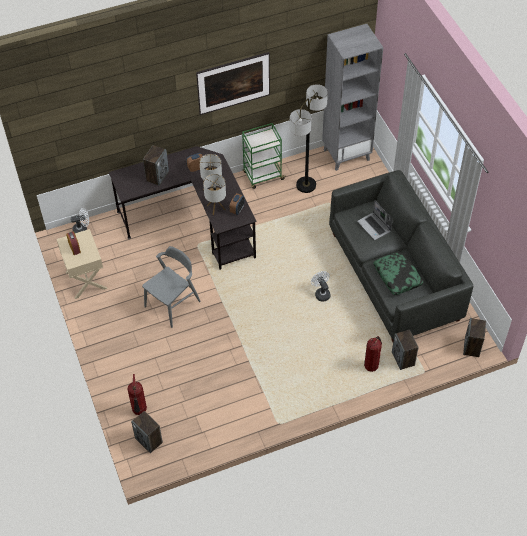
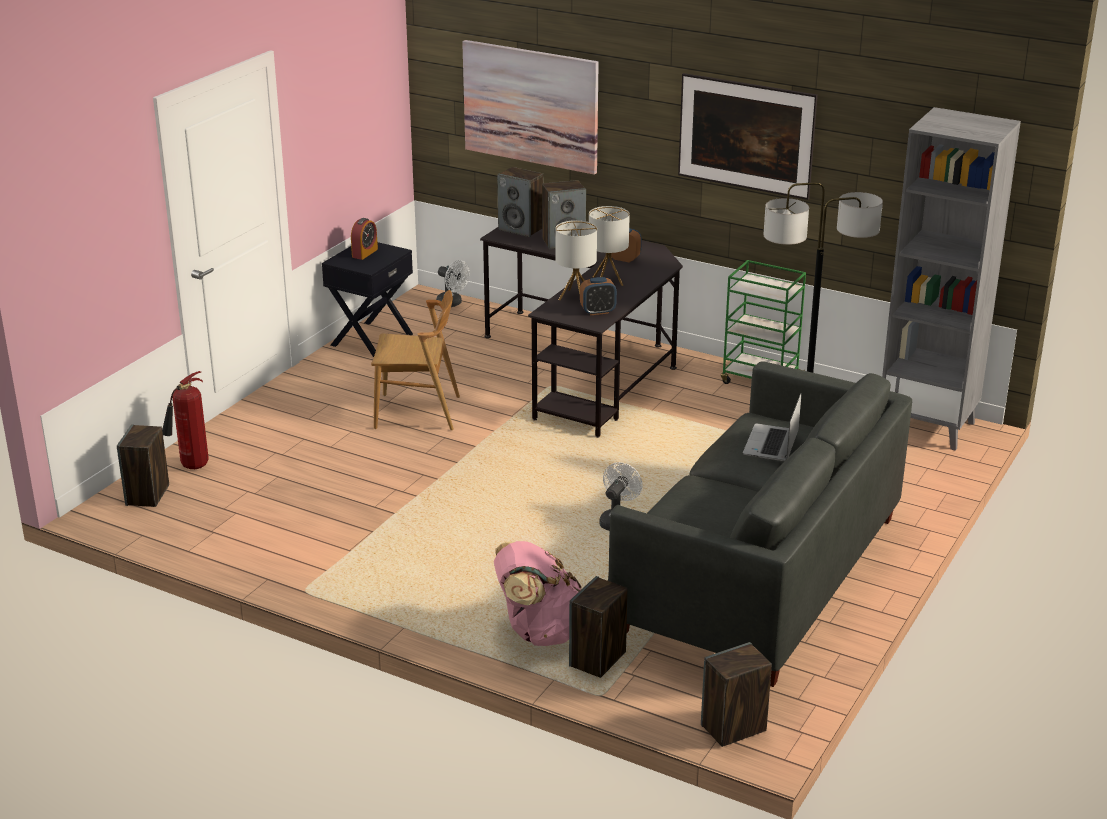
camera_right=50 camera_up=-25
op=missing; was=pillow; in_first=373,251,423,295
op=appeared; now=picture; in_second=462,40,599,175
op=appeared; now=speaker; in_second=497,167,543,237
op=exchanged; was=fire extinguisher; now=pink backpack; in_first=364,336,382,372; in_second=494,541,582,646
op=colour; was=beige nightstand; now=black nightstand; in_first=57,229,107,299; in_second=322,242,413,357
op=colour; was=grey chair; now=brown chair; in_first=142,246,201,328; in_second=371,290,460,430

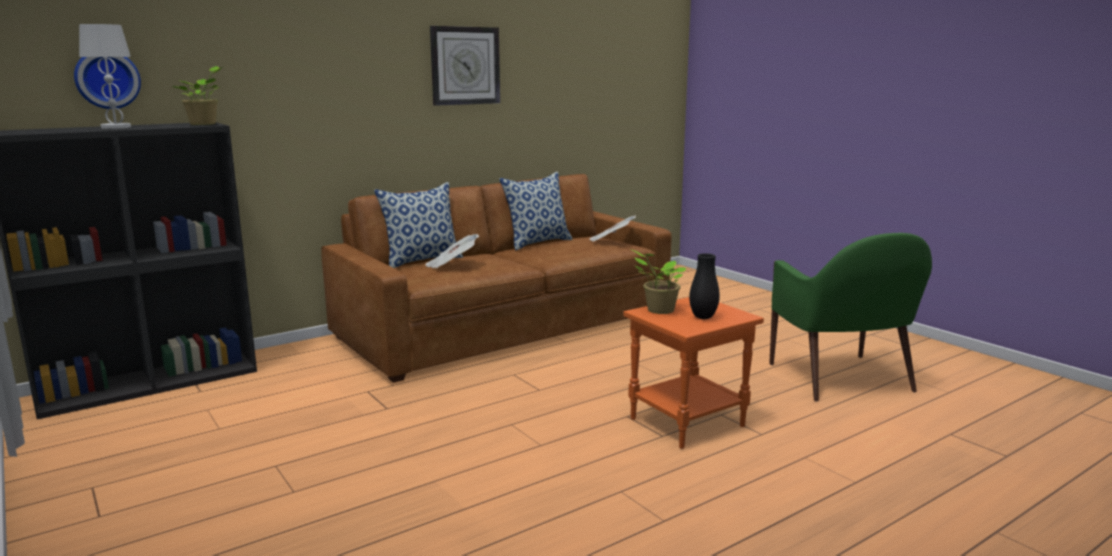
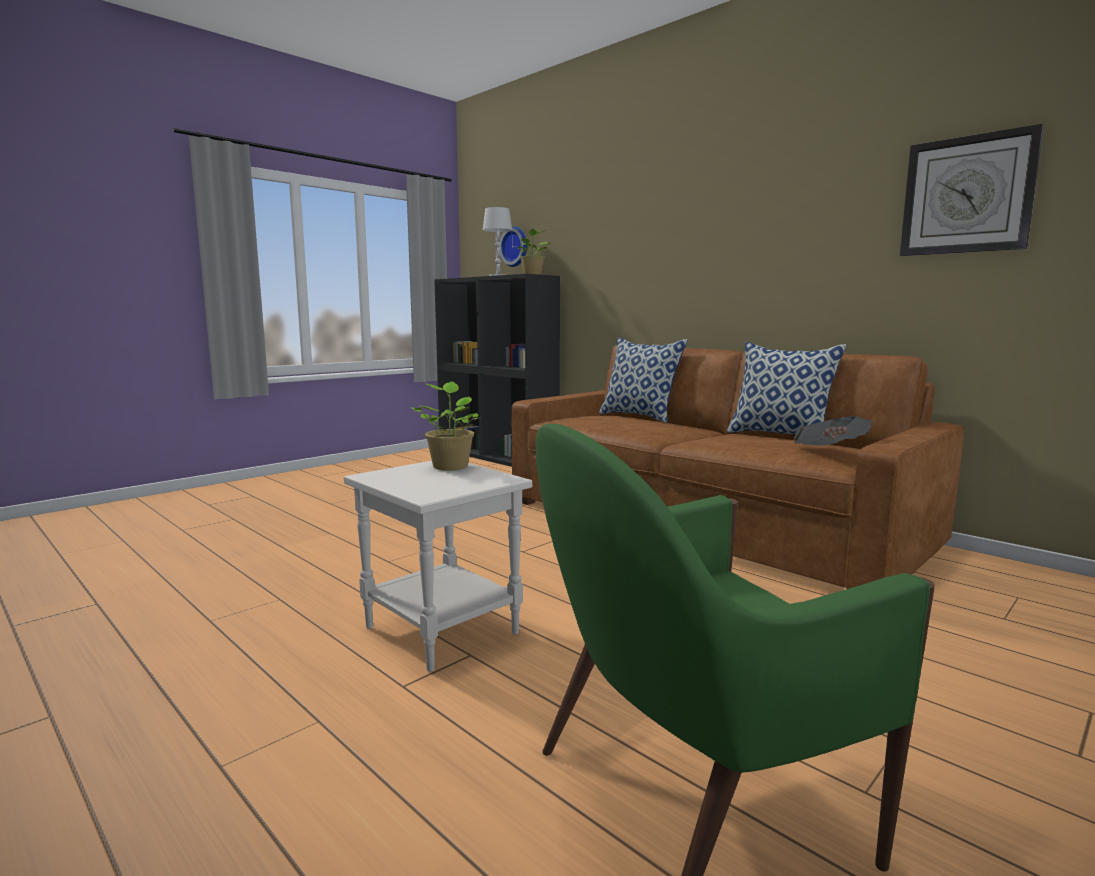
camera_right=80 camera_up=-5
op=missing; was=newspaper; in_first=425,234,479,269
op=missing; was=black vase; in_first=689,253,720,319
op=relocated; was=wall clock; in_first=430,26,500,106; in_second=900,124,1044,256
op=colour; was=orange side table; now=white side table; in_first=623,297,764,449; in_second=344,461,532,672

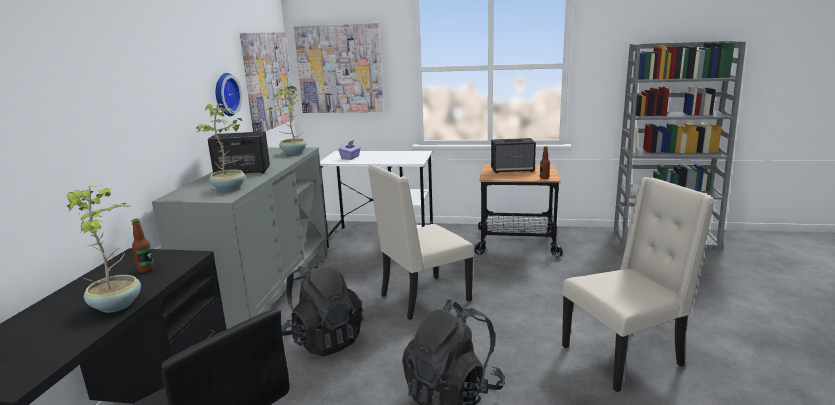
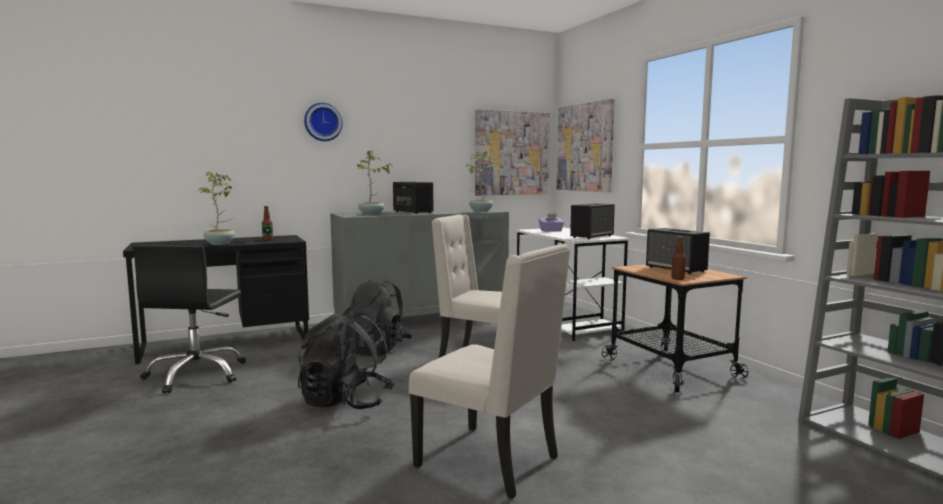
camera_right=55 camera_up=-10
op=appeared; now=speaker; in_second=570,203,615,239
op=relocated; was=wall clock; in_first=216,73,242,116; in_second=304,103,343,141

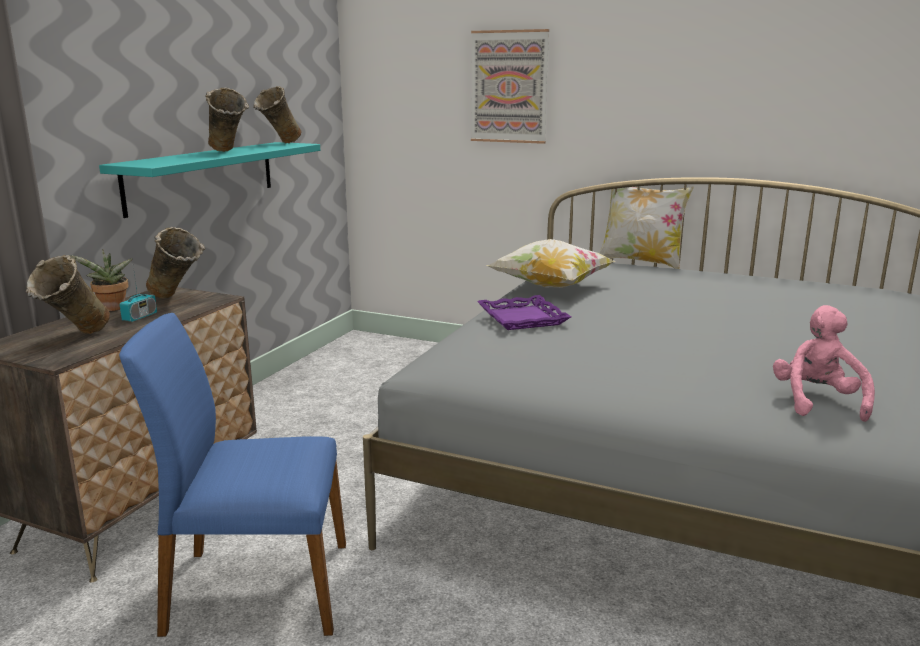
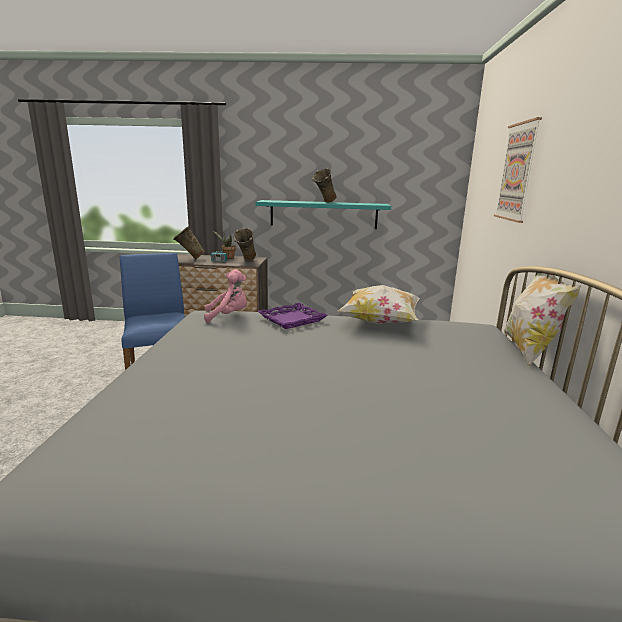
camera_right=70 camera_up=0
op=missing; was=beige vase; in_first=253,86,301,143
op=relocated; was=pink plush toy; in_first=773,305,875,422; in_second=204,269,247,322

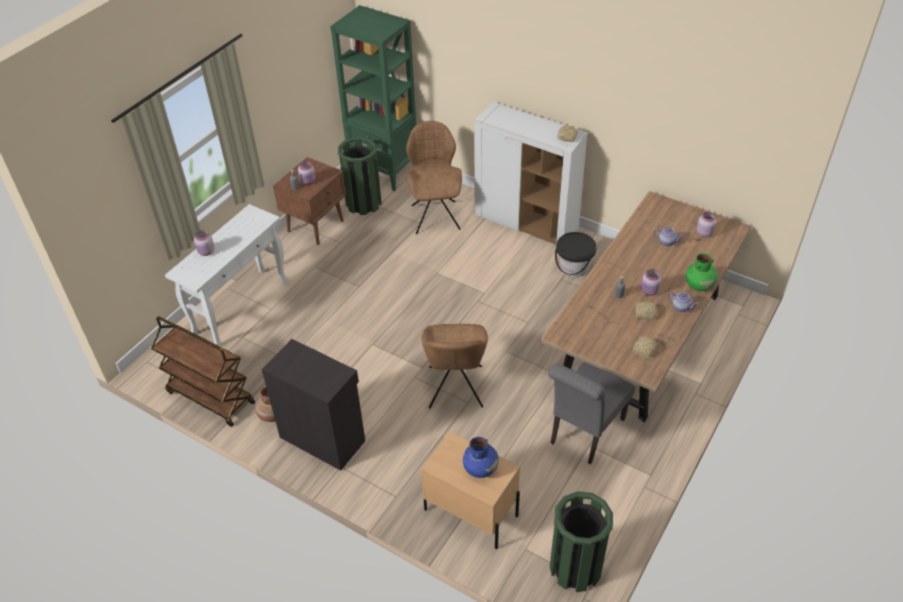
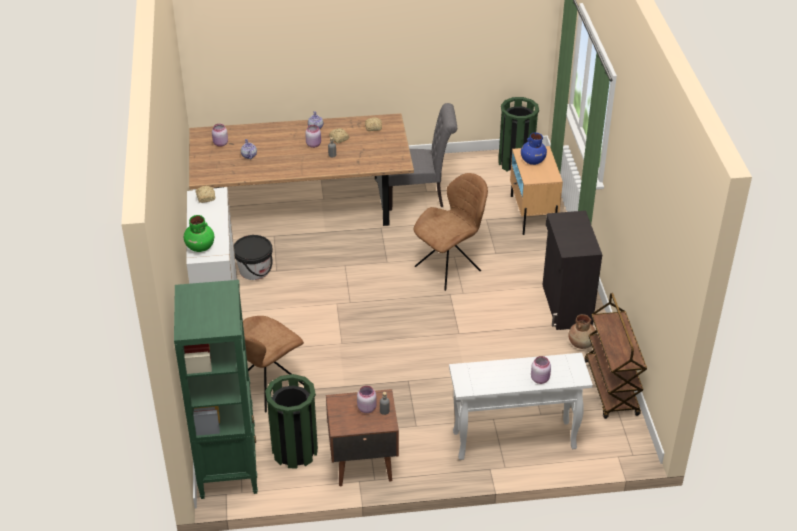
camera_right=-130 camera_up=-5
op=relocated; was=green vase; in_first=686,253,718,291; in_second=184,215,214,252

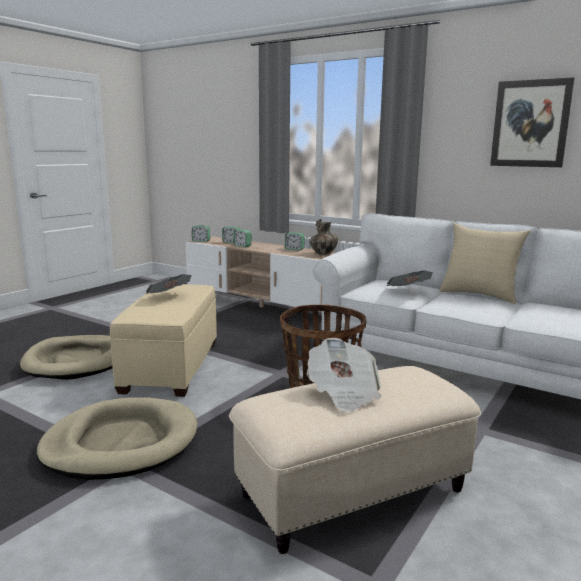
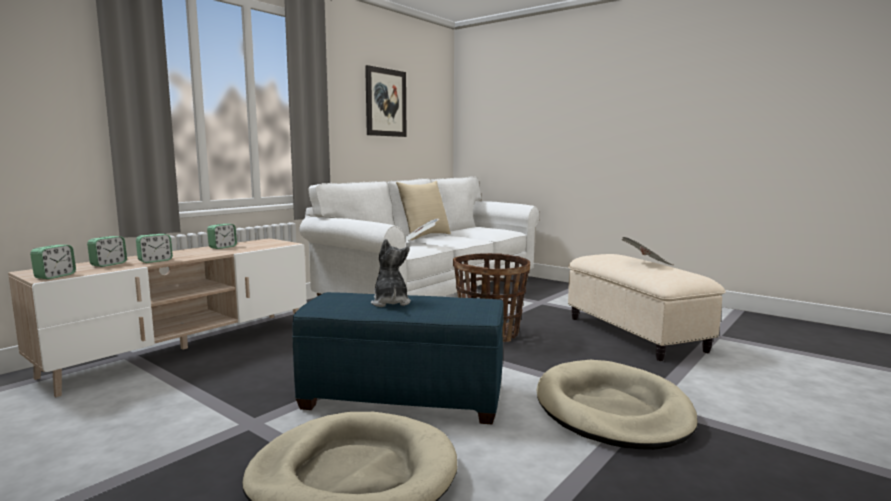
camera_right=-85 camera_up=-5
op=missing; was=vase; in_first=309,219,338,255
op=exchanged; was=newspaper; now=plush toy; in_first=145,274,192,294; in_second=371,239,411,307
op=colour; was=beige ottoman; now=blue ottoman; in_first=110,284,217,397; in_second=292,292,504,424

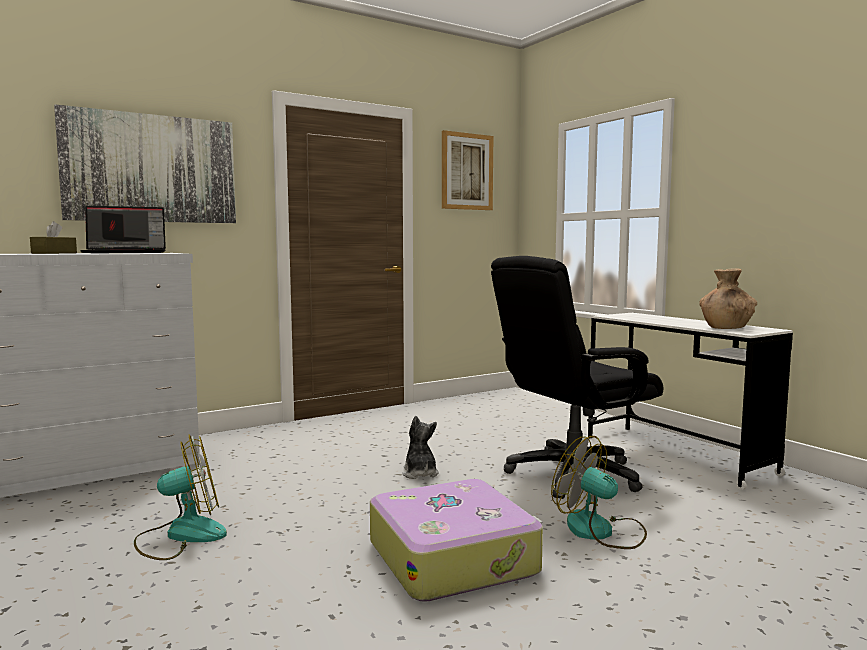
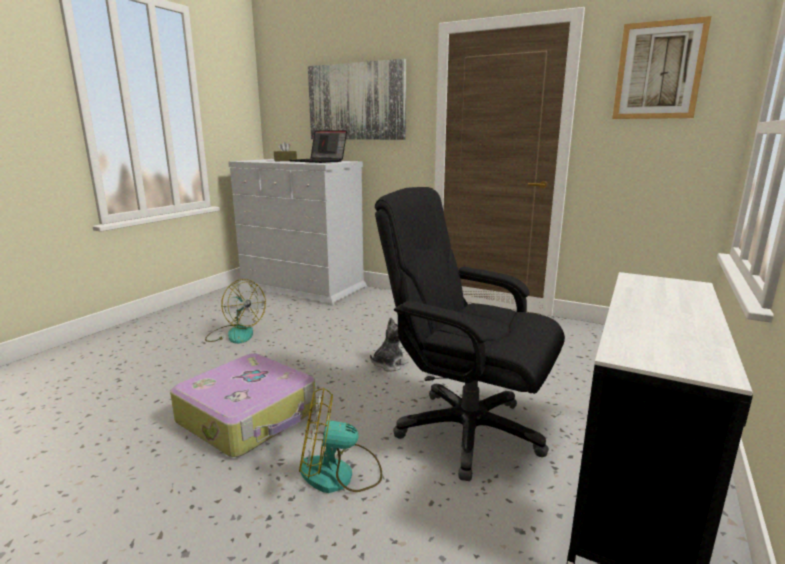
camera_right=60 camera_up=10
op=missing; was=brown vase; in_first=699,268,757,329
op=spun; was=fan; in_first=551,436,647,549; in_second=299,388,382,493; clockwise=-105

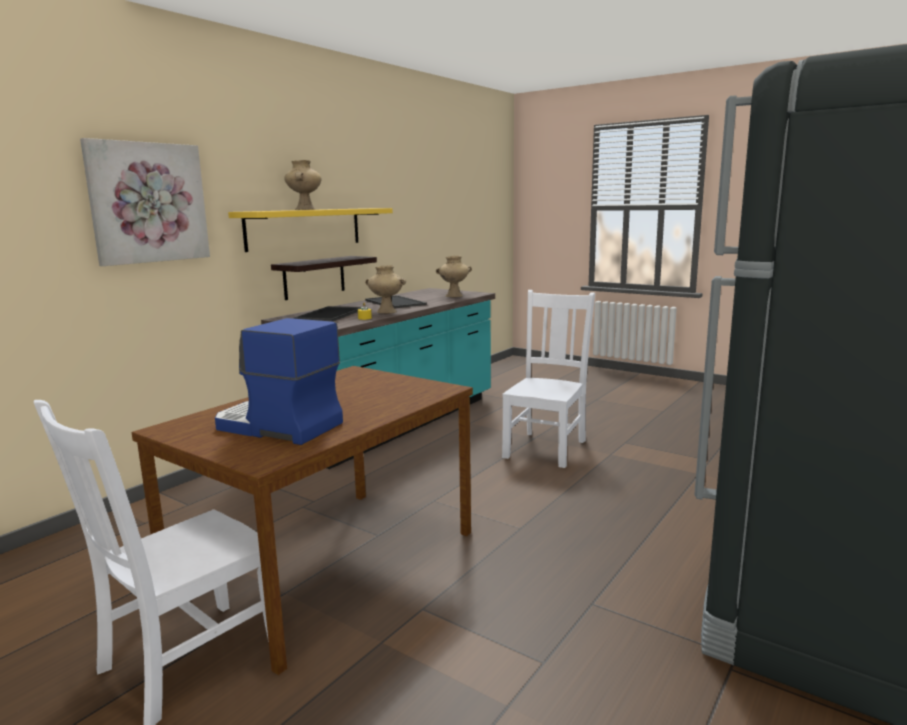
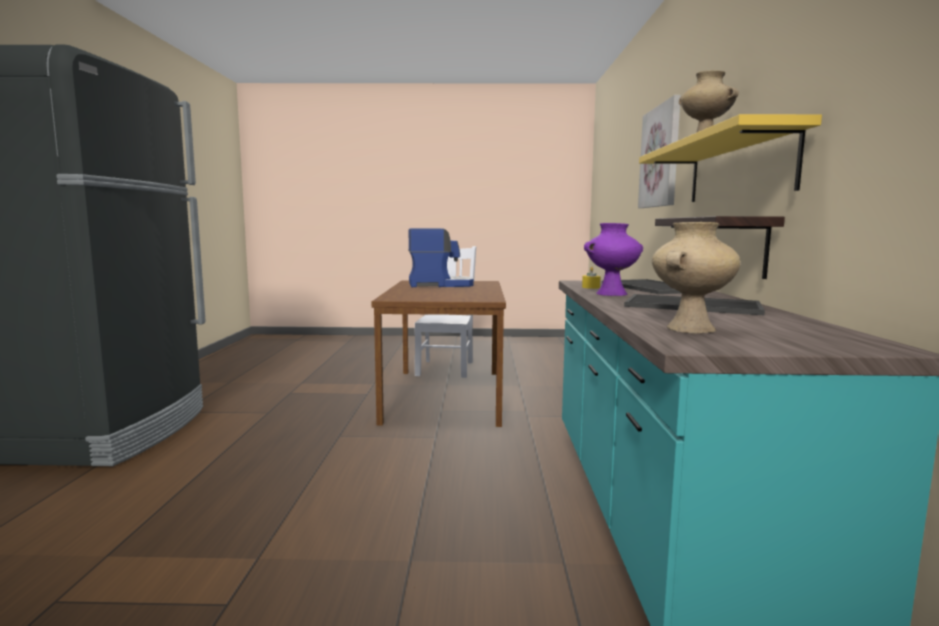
camera_right=145 camera_up=-5
op=missing; was=white chair; in_first=502,290,595,468
op=colour; was=beige vase; now=purple vase; in_first=365,265,406,313; in_second=584,223,643,296

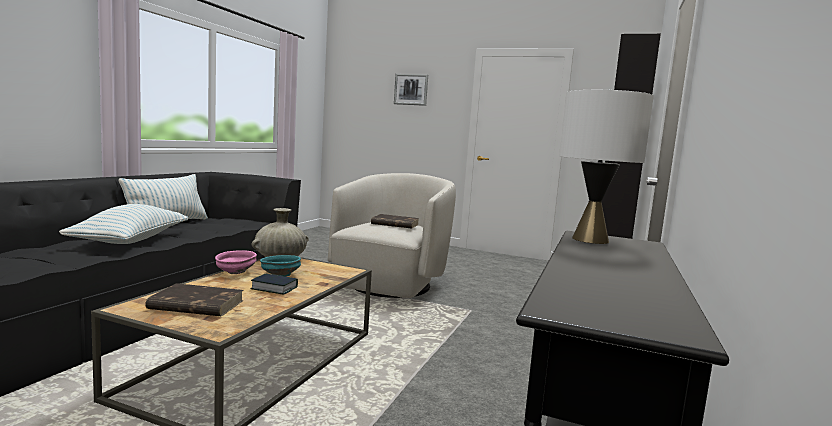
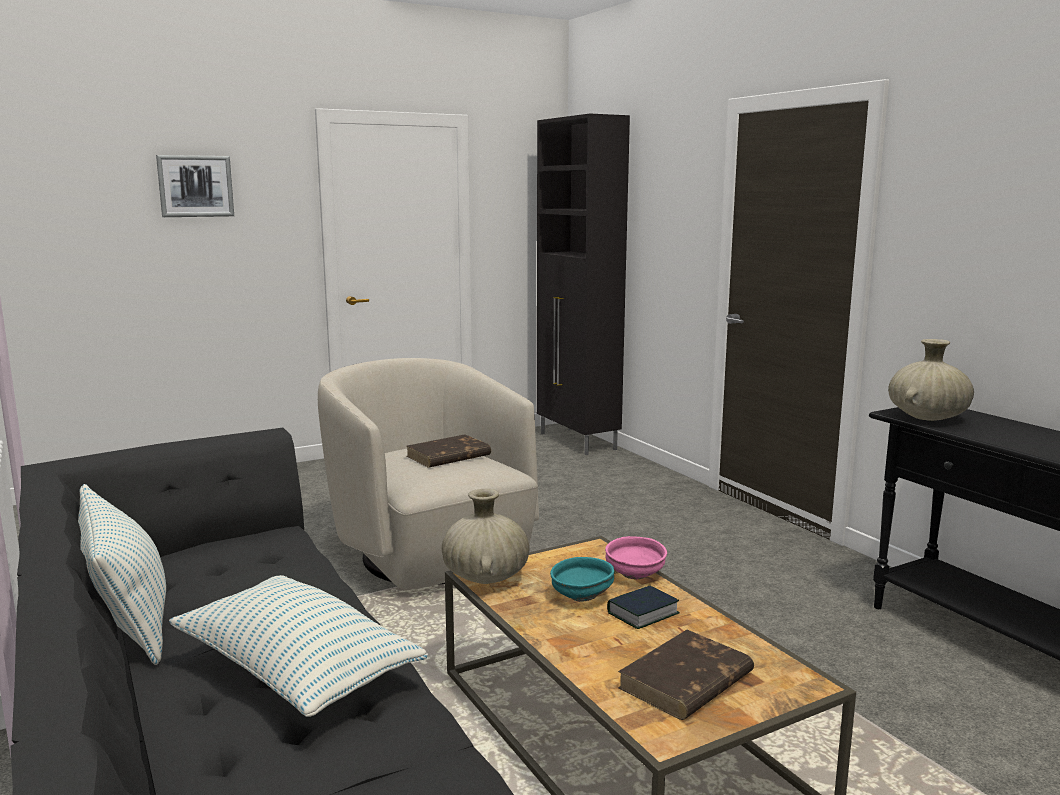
camera_right=-50 camera_up=5
op=relocated; was=pink bowl; in_first=215,250,257,274; in_second=605,536,667,579
op=exchanged; was=white table lamp; now=beige vase; in_first=559,89,654,244; in_second=888,339,974,421

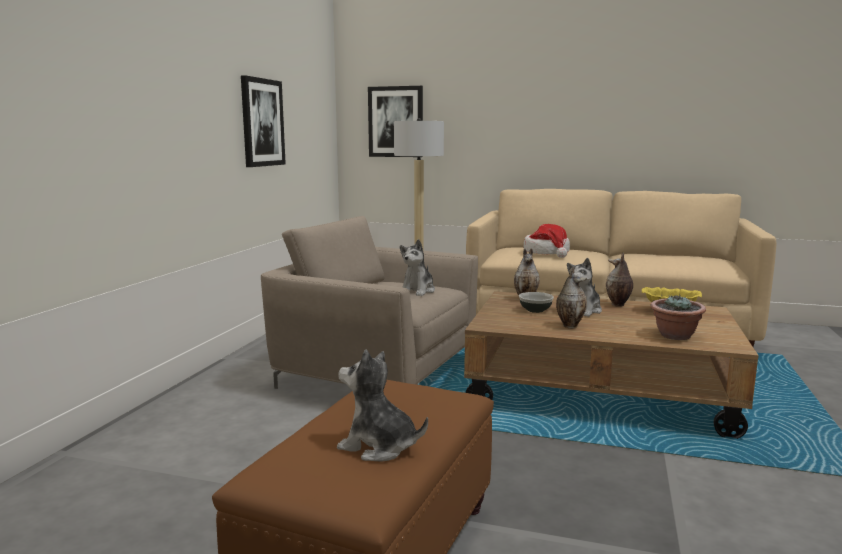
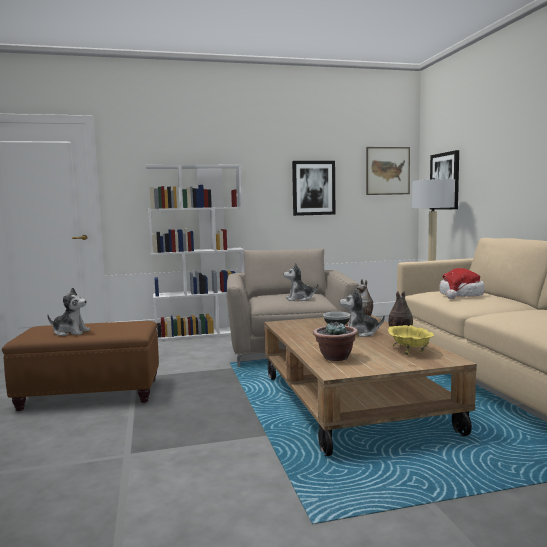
camera_right=60 camera_up=-5
op=missing; was=vase; in_first=556,267,587,329
op=appeared; now=white bookcase; in_second=146,165,245,341
op=appeared; now=picture; in_second=366,147,410,195
op=spun; was=plush toy; in_first=337,349,428,462; in_second=47,287,90,336; clockwise=105

